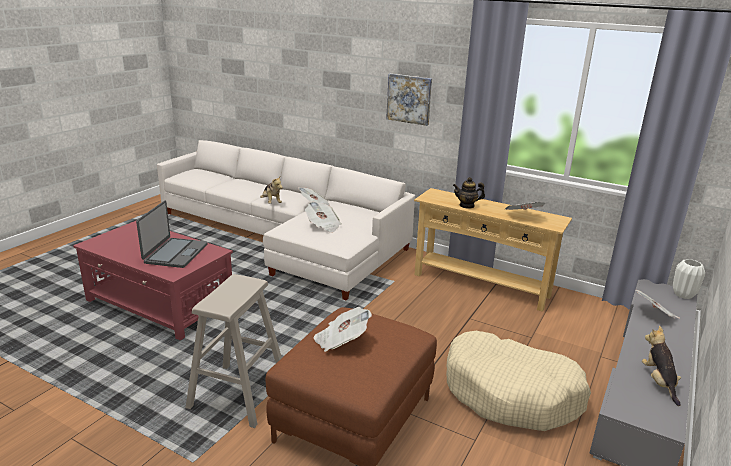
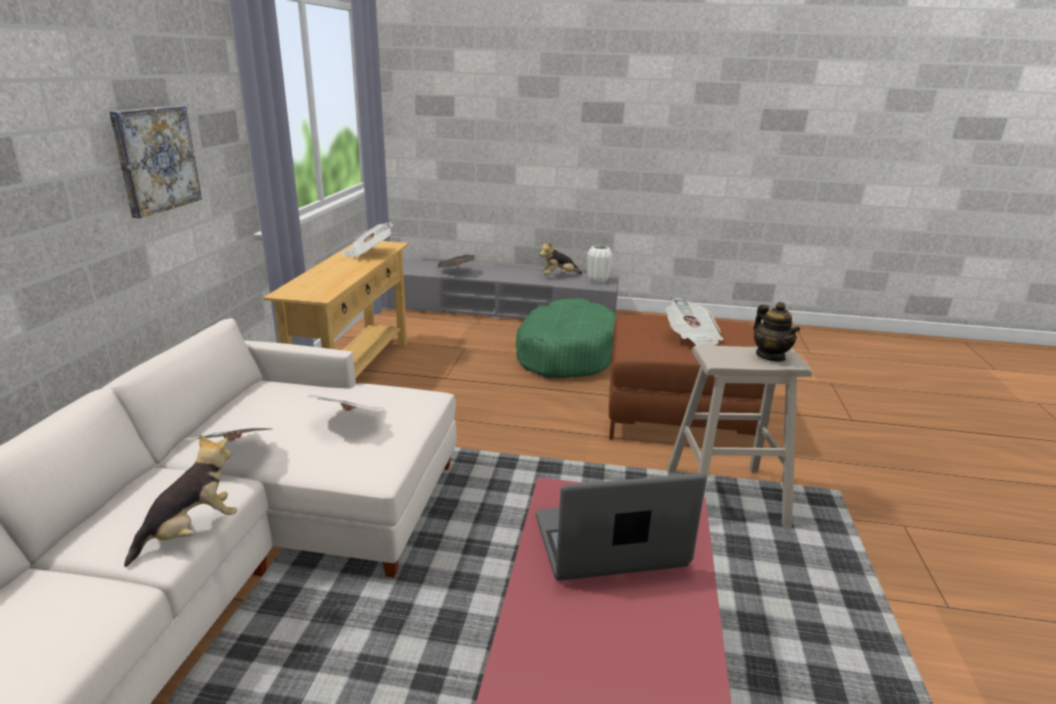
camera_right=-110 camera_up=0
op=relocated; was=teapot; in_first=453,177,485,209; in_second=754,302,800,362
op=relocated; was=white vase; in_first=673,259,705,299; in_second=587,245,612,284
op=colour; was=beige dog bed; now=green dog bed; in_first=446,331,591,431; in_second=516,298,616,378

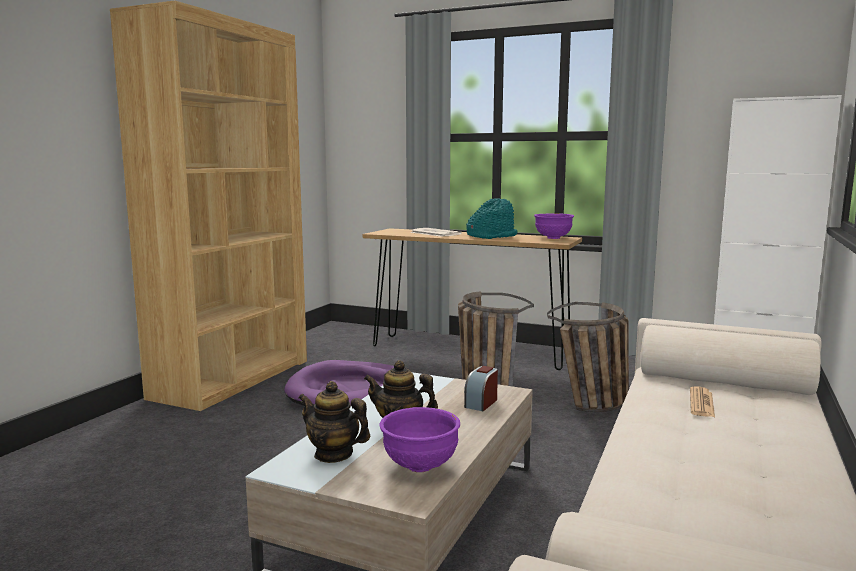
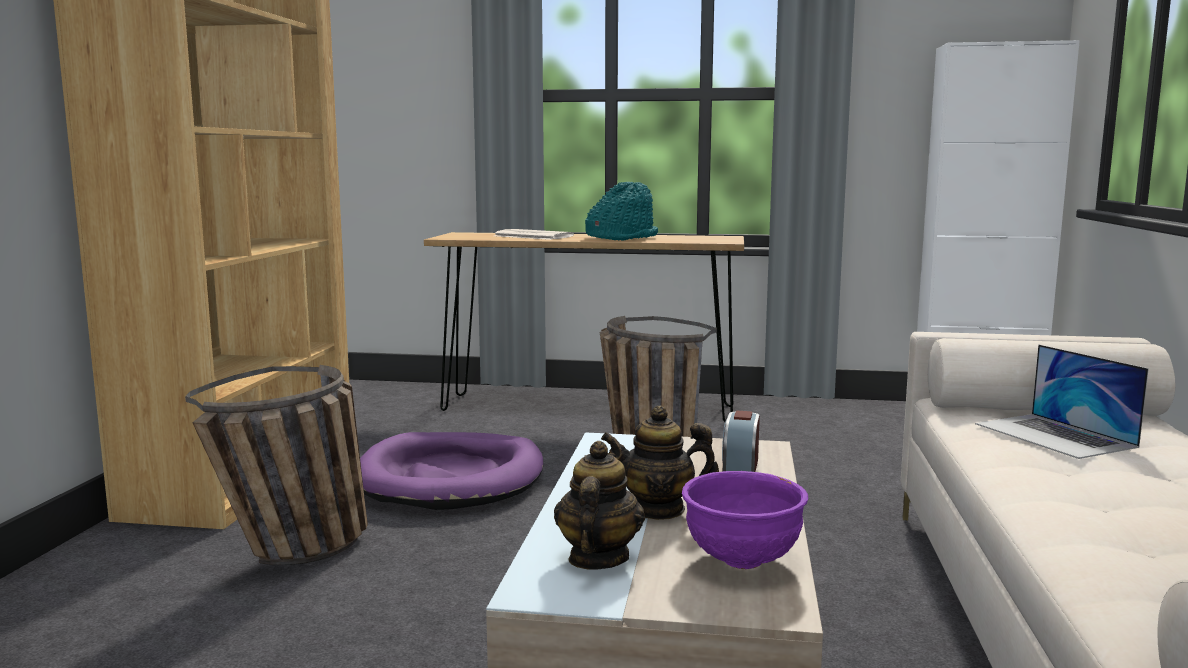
camera_right=-15 camera_up=0
op=missing; was=purple bowl; in_first=534,213,574,239
op=relocated; was=basket; in_first=547,302,629,412; in_second=185,365,368,565
op=exchanged; was=newspaper; now=laptop; in_first=690,387,715,417; in_second=975,345,1149,459
op=spun; was=teapot; in_first=299,381,370,463; in_second=554,441,645,569; clockwise=90

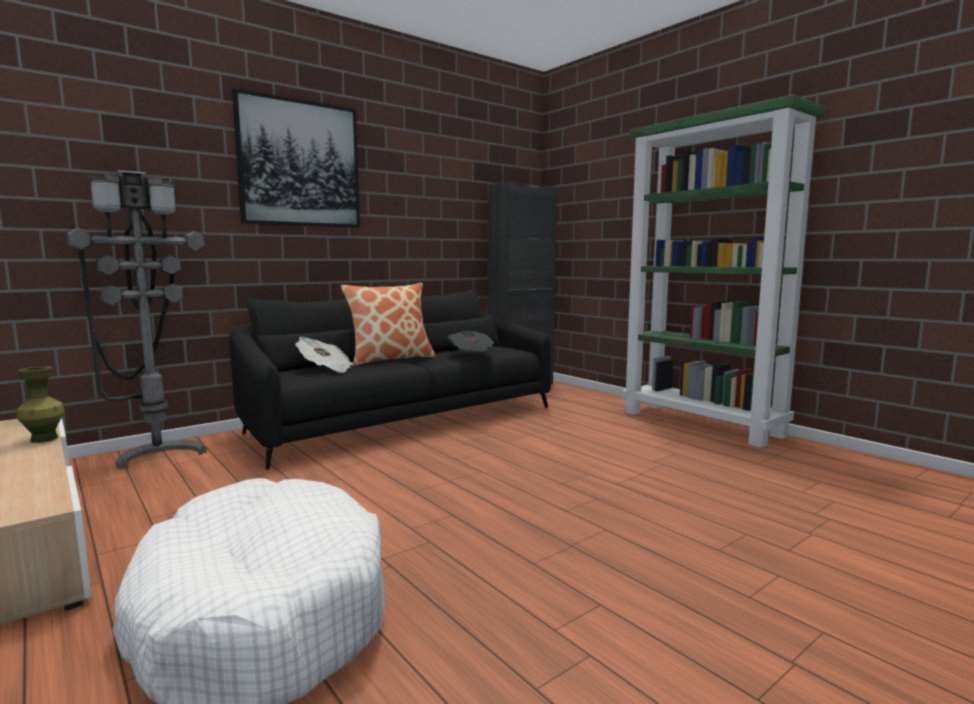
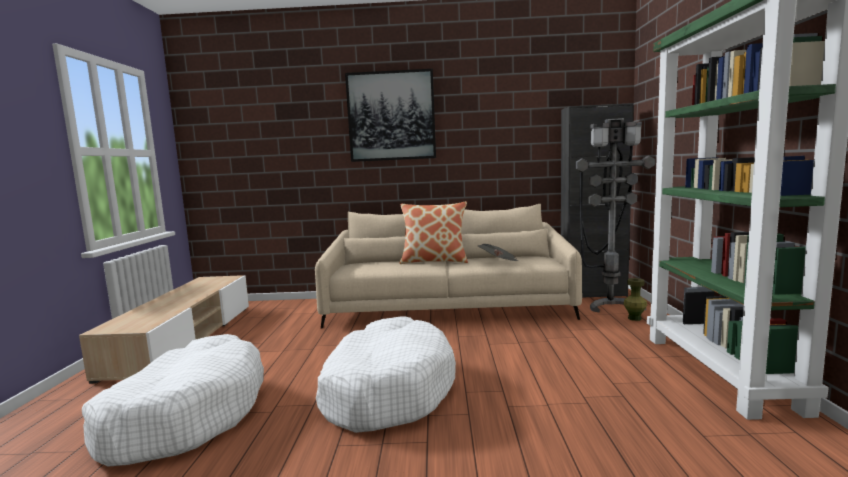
camera_right=40 camera_up=0
op=missing; was=newspaper; in_first=295,337,353,373
op=appeared; now=white dog bed; in_second=316,316,456,433
op=relocated; was=green vase; in_first=17,366,65,443; in_second=624,278,647,321
op=relocated; was=grey floor lamp; in_first=67,170,207,469; in_second=575,118,655,312
op=colour; was=black sofa; now=beige sofa; in_first=229,289,551,470; in_second=315,204,582,328

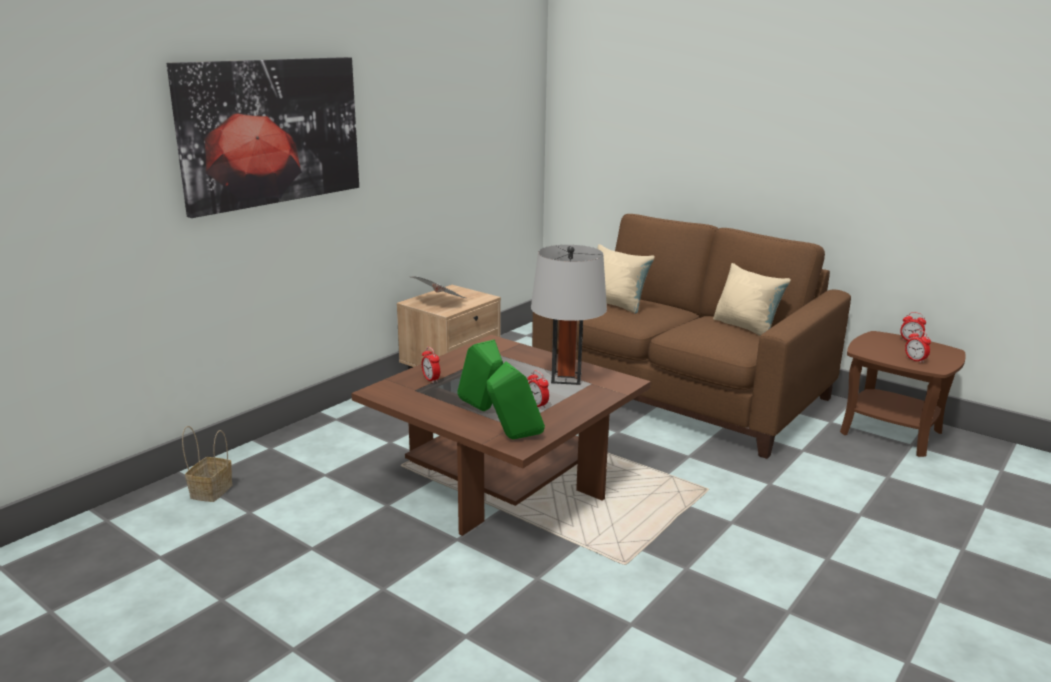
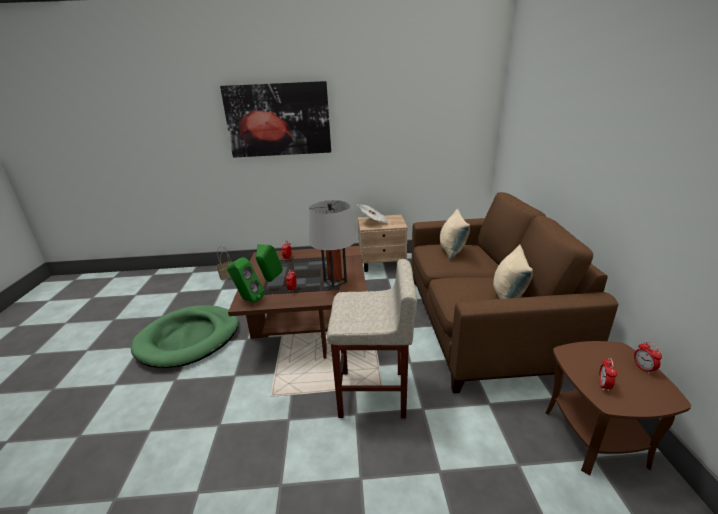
camera_right=50 camera_up=5
op=appeared; now=green dog bed; in_second=131,305,238,368
op=appeared; now=beige stool; in_second=327,259,417,418

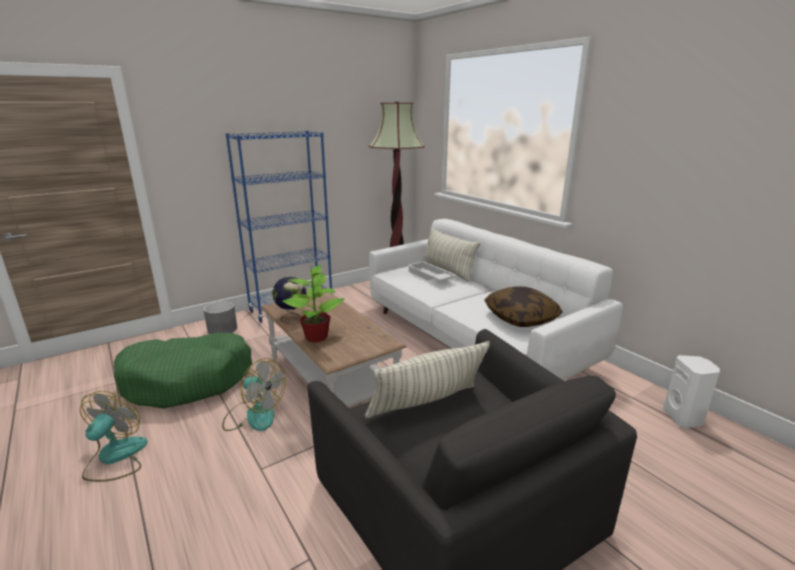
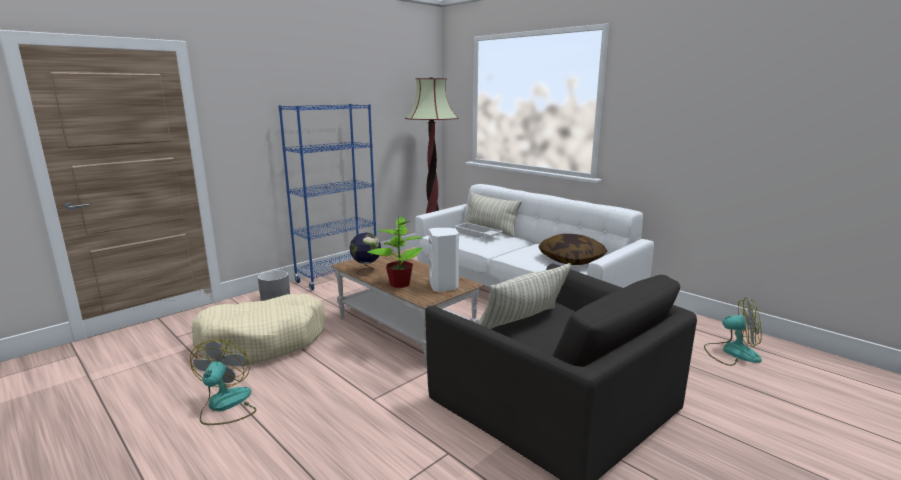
camera_right=-10 camera_up=-5
op=relocated; was=fan; in_first=222,358,286,431; in_second=704,297,762,366
op=relocated; was=white speaker; in_first=663,355,720,428; in_second=429,228,459,292
op=colour; was=green dog bed; now=beige dog bed; in_first=114,333,252,409; in_second=192,294,326,365

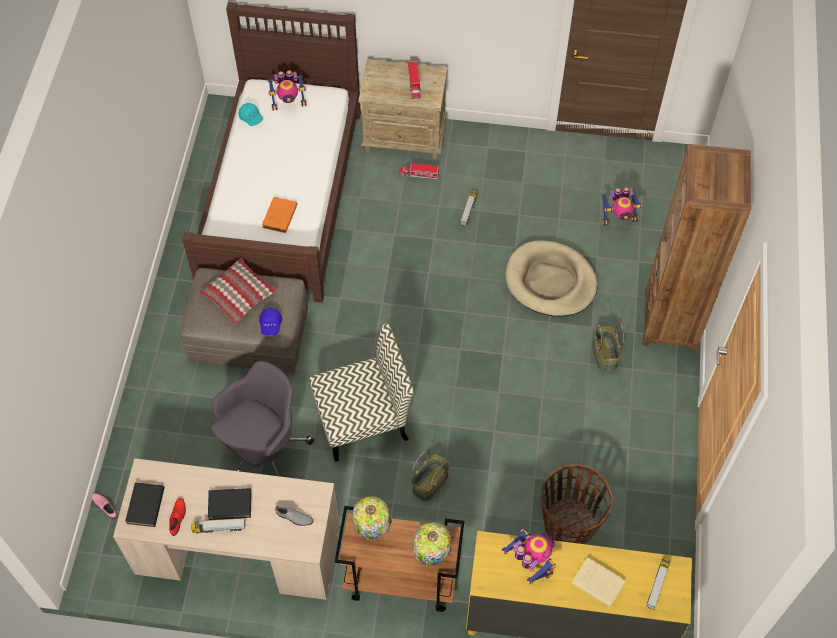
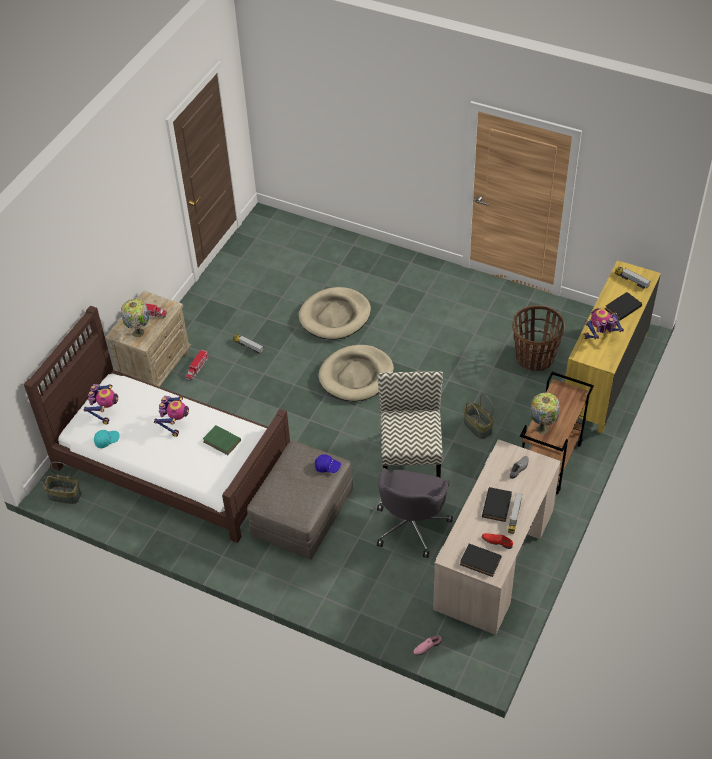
camera_right=-70 camera_up=-10
op=missing; was=pillow; in_first=199,258,277,325
op=missing; was=brown bookcase; in_first=642,144,751,352
op=appeared; now=beige dog bed; in_second=319,345,394,401
op=relocated; was=table lamp; in_first=413,522,451,565; in_second=121,299,149,338
op=relocated; was=basket; in_first=593,321,624,371; in_second=43,462,82,504
op=relocated; was=toy robot; in_first=601,187,642,226; in_second=154,396,189,437
op=colour; was=orange book; now=green book; in_first=262,197,297,233; in_second=203,425,241,455
op=colour; was=beige book; now=black book; in_first=571,557,626,607; in_second=605,292,642,320
op=spun; was=grey office chair; in_first=211,361,314,476; in_second=377,468,453,558; clockwise=-135

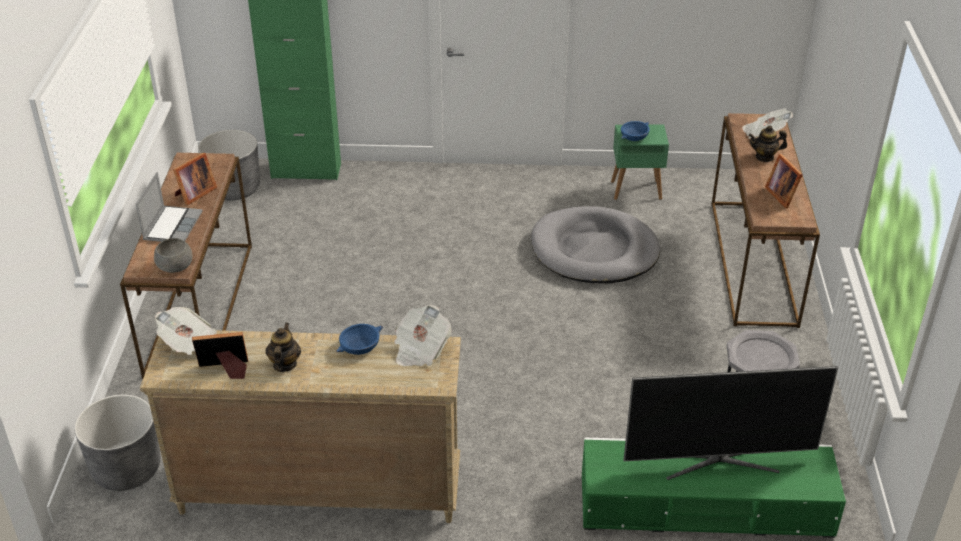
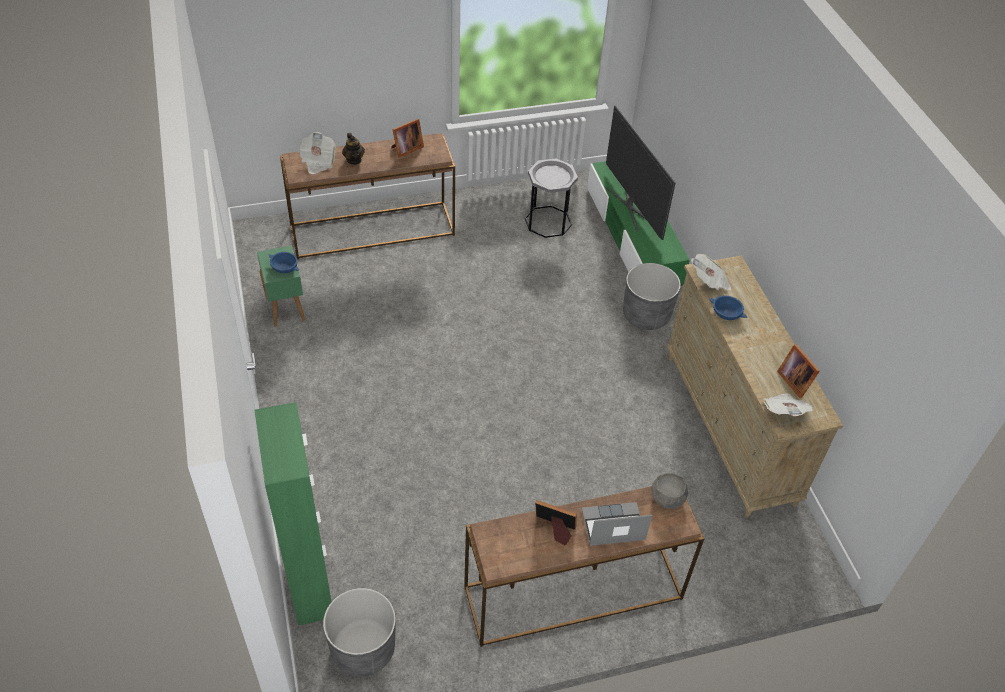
camera_right=-110 camera_up=10
op=missing; was=teapot; in_first=265,323,301,372
op=missing; was=grey dog bed; in_first=531,206,660,283
op=relocated; was=grey planter; in_first=74,394,161,491; in_second=623,263,681,330

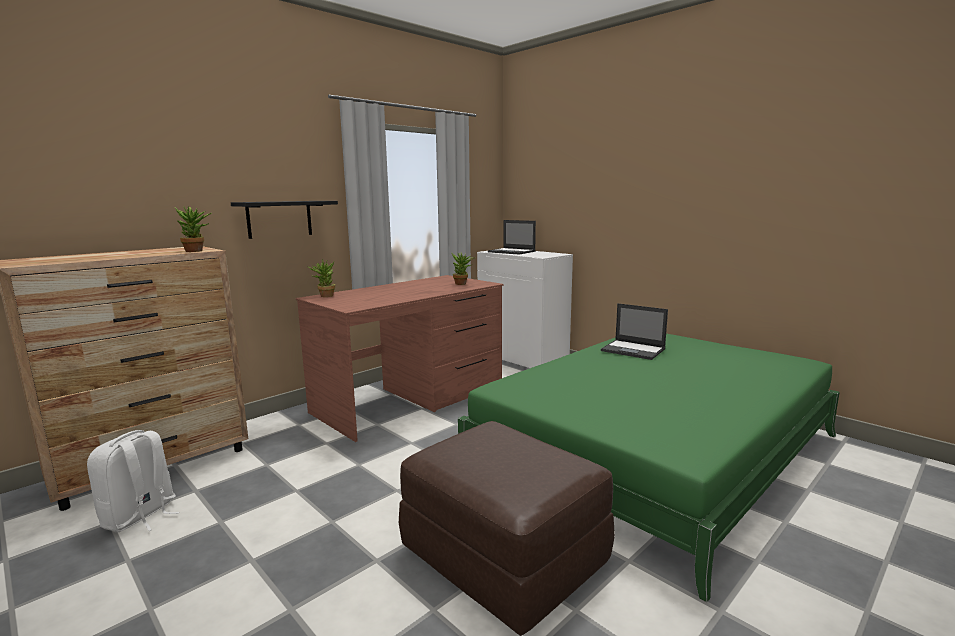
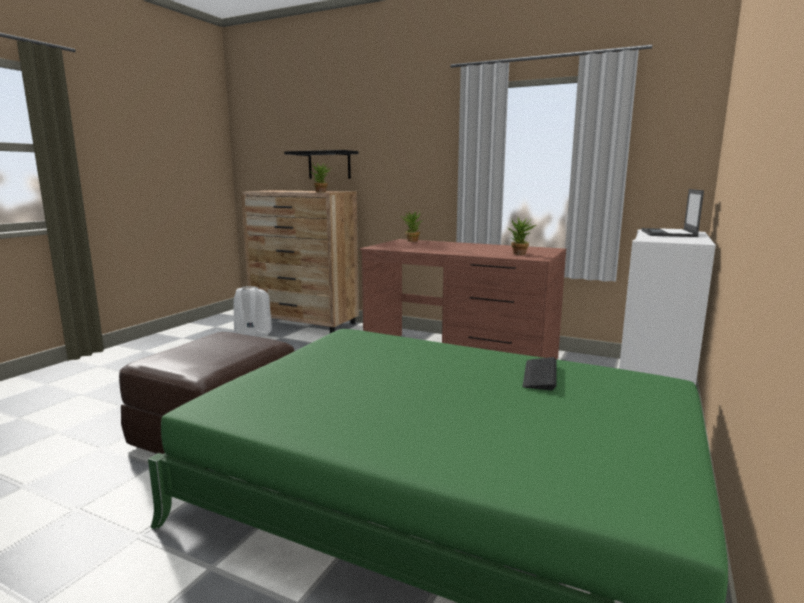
camera_right=70 camera_up=0
op=relocated; was=black shelf; in_first=231,201,338,239; in_second=284,150,359,179
op=exchanged; was=laptop; now=keyboard; in_first=601,303,668,360; in_second=522,357,557,390

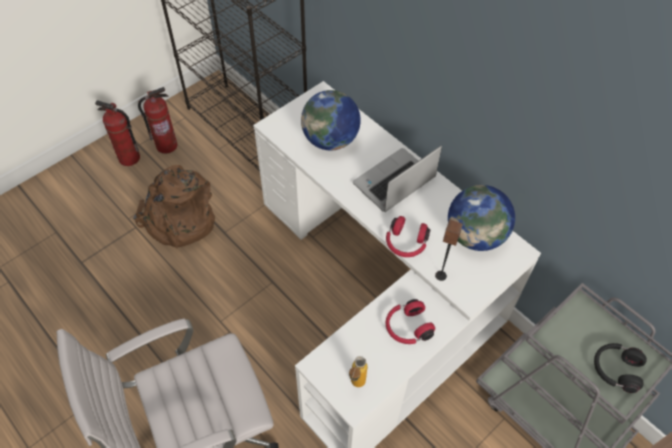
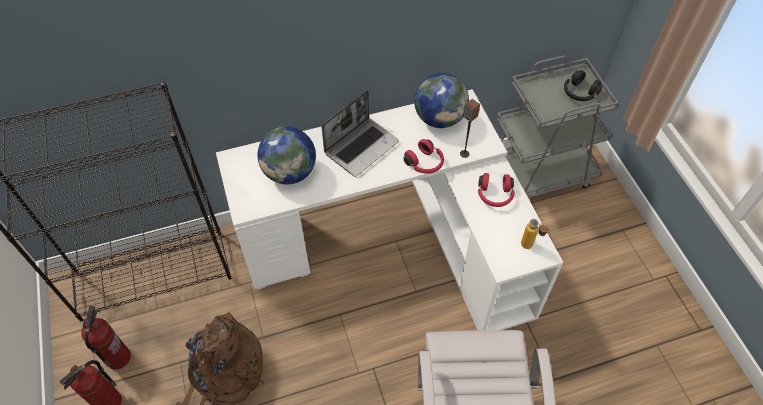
camera_right=-65 camera_up=0
op=spun; was=laptop; in_first=353,146,442,212; in_second=321,90,399,177; clockwise=-120

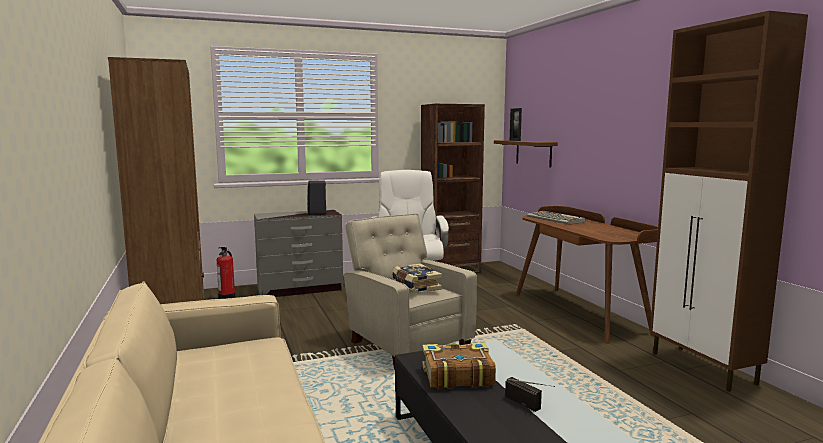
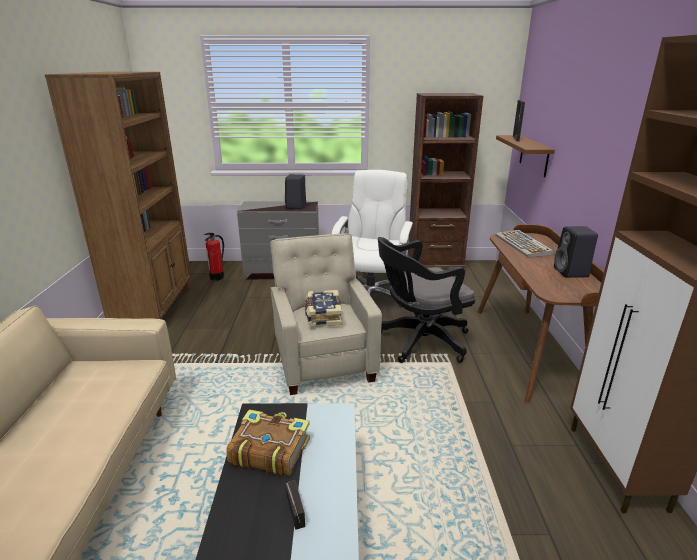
camera_right=20 camera_up=15
op=appeared; now=black office chair; in_second=378,237,475,363
op=appeared; now=black speaker; in_second=554,226,598,278

